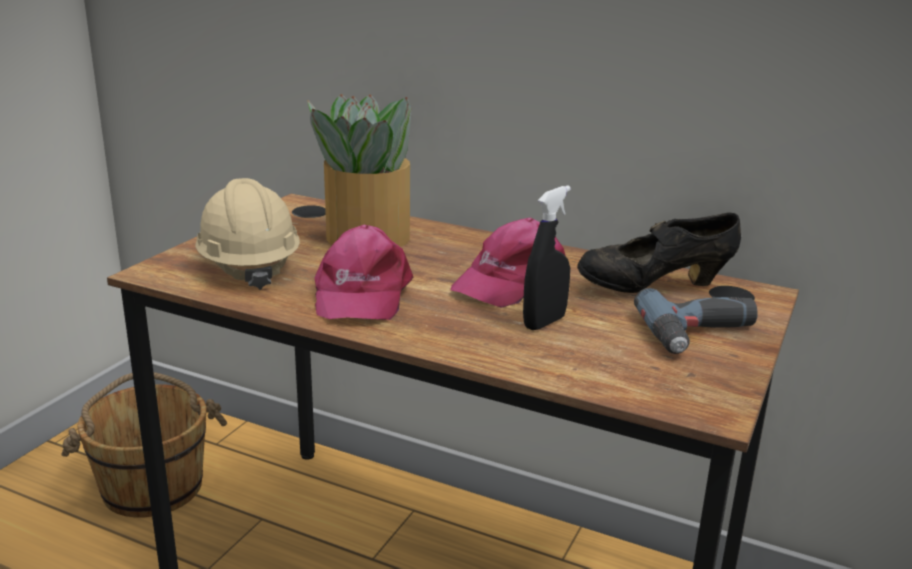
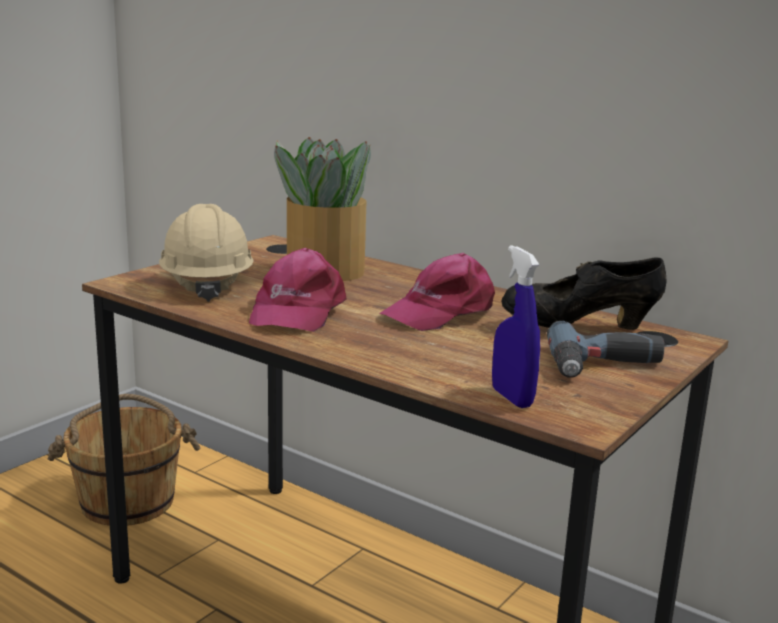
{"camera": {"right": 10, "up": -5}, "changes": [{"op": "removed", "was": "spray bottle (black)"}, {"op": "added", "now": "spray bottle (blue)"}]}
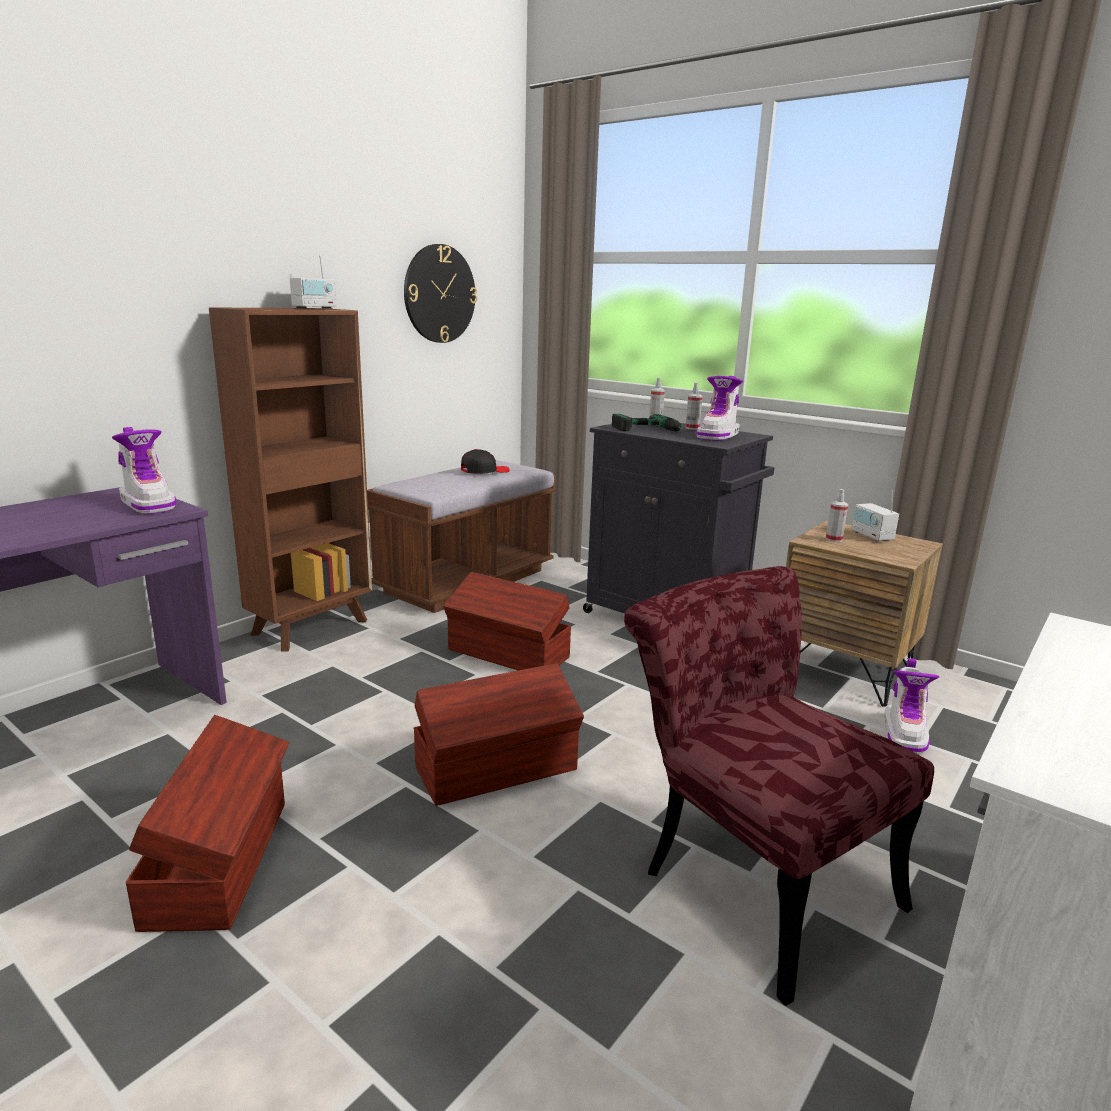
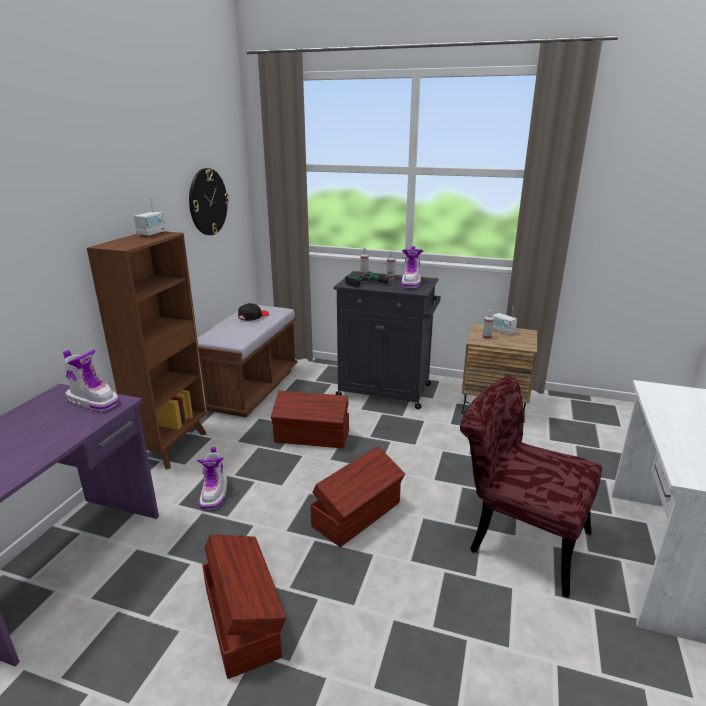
{"camera": {"right": -20, "up": 5}, "changes": [{"op": "moved", "was": "tall boot (3rd from left in the first image)", "now": "tall boot (2nd from left)"}]}
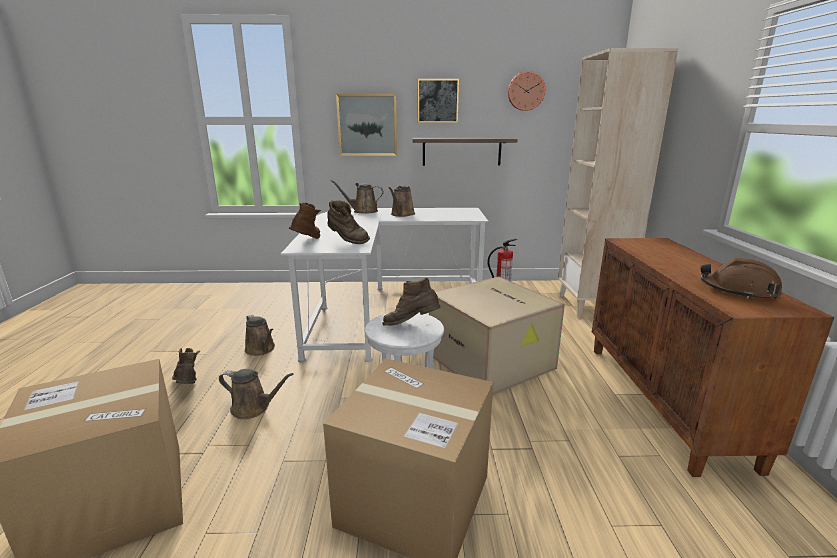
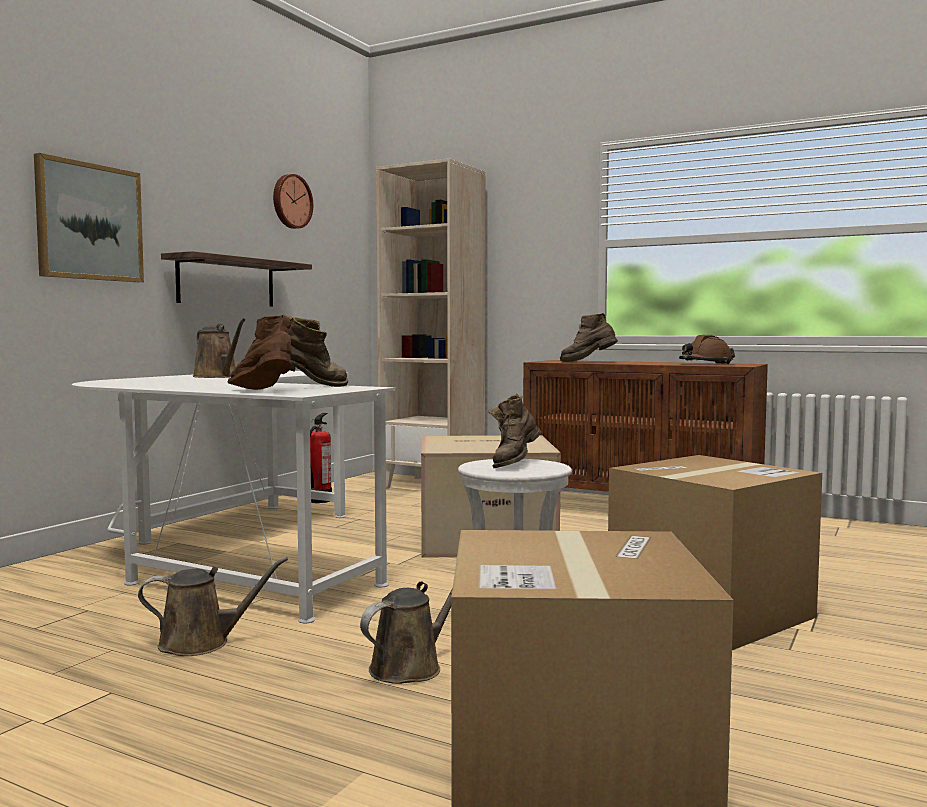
{"camera": {"right": -60, "up": -15}, "changes": [{"op": "removed", "was": "watering pot (brown) (3rd from left)"}, {"op": "removed", "was": "wall picture (2nd from left)"}, {"op": "moved", "was": "tall boot (brown) (1st from left in the first image)", "now": "tall boot (brown) (4th from left)"}]}
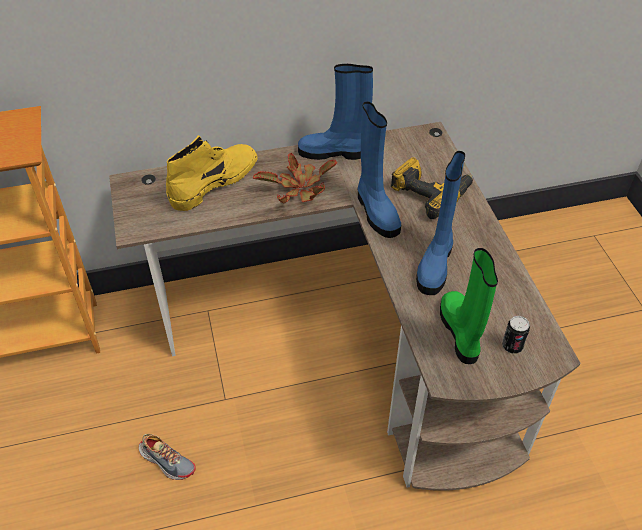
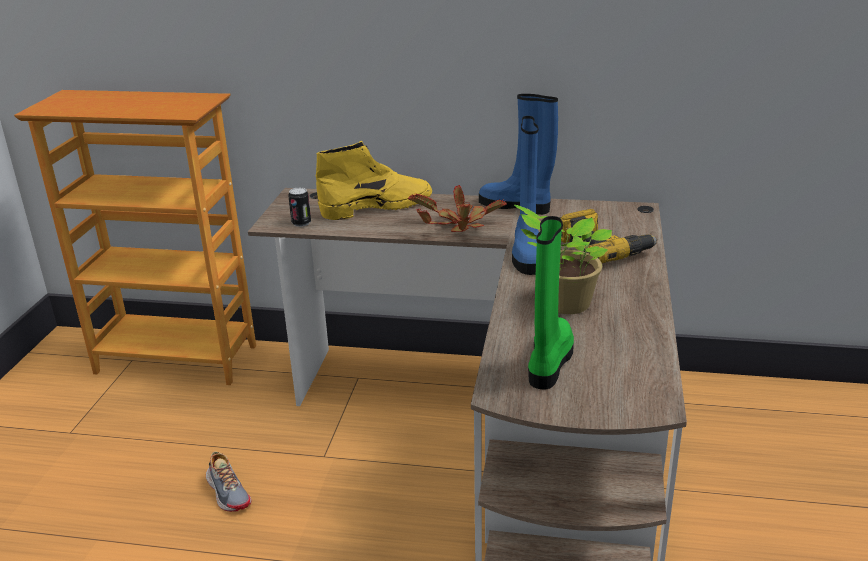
{"camera": {"right": 25, "up": -20}, "changes": [{"op": "moved", "was": "sealed can"}, {"op": "replaced", "was": "tall boot (blue) (3rd from left)", "now": "houseplant (2nd from left)"}]}
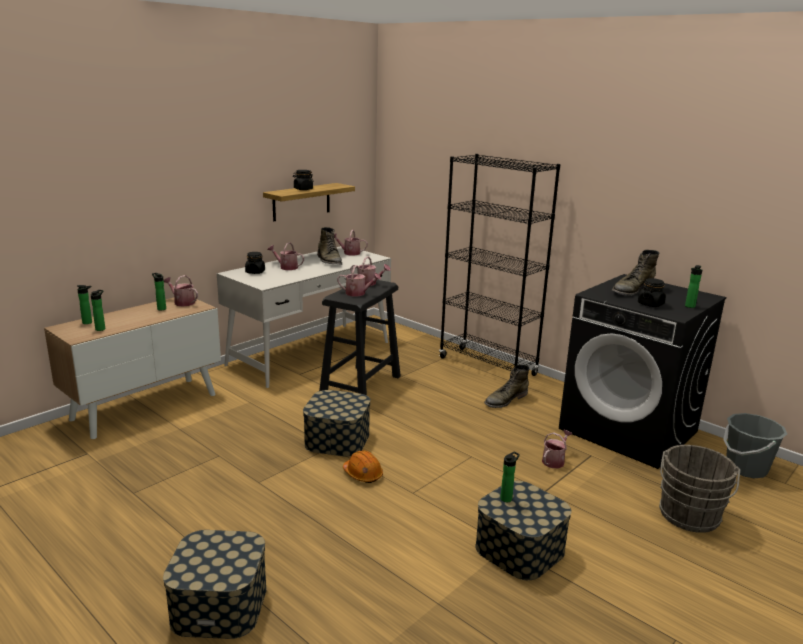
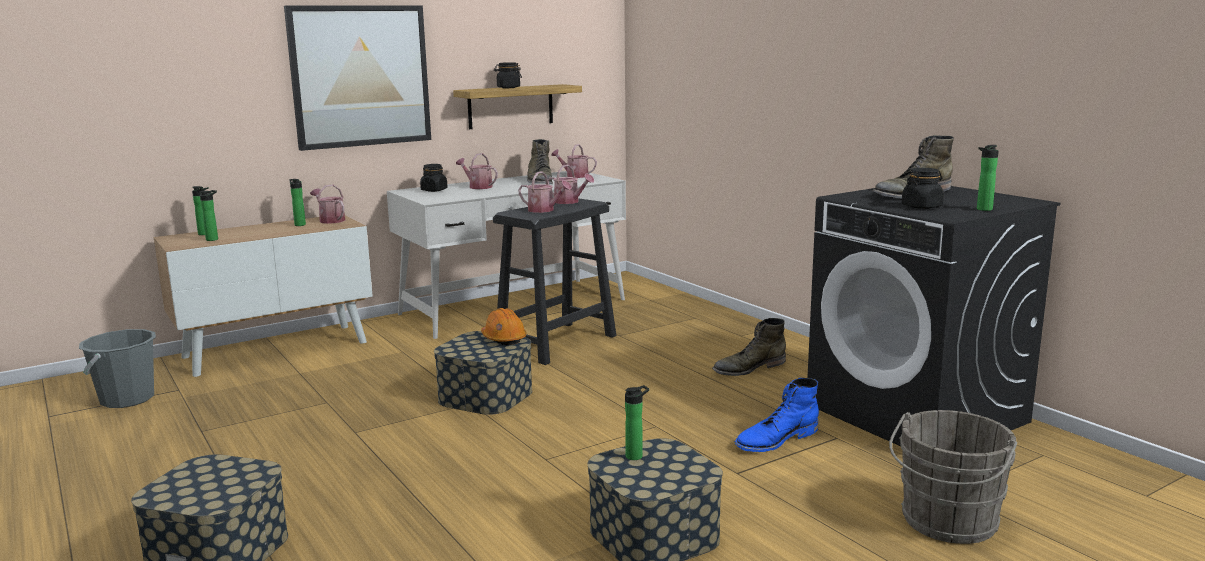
{"camera": {"right": 15, "up": -5}, "changes": [{"op": "removed", "was": "shelving unit (black)"}, {"op": "added", "now": "wall picture"}, {"op": "moved", "was": "hard hat (orangey)"}, {"op": "moved", "was": "pail (gray) (2nd from left in the first image)", "now": "pail (gray) (1st from left)"}, {"op": "replaced", "was": "watering pot (6th from left)", "now": "tall boot (blue)"}]}
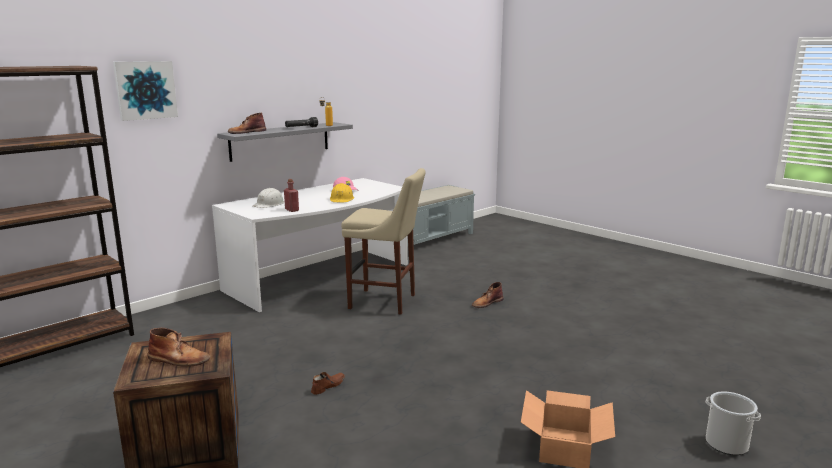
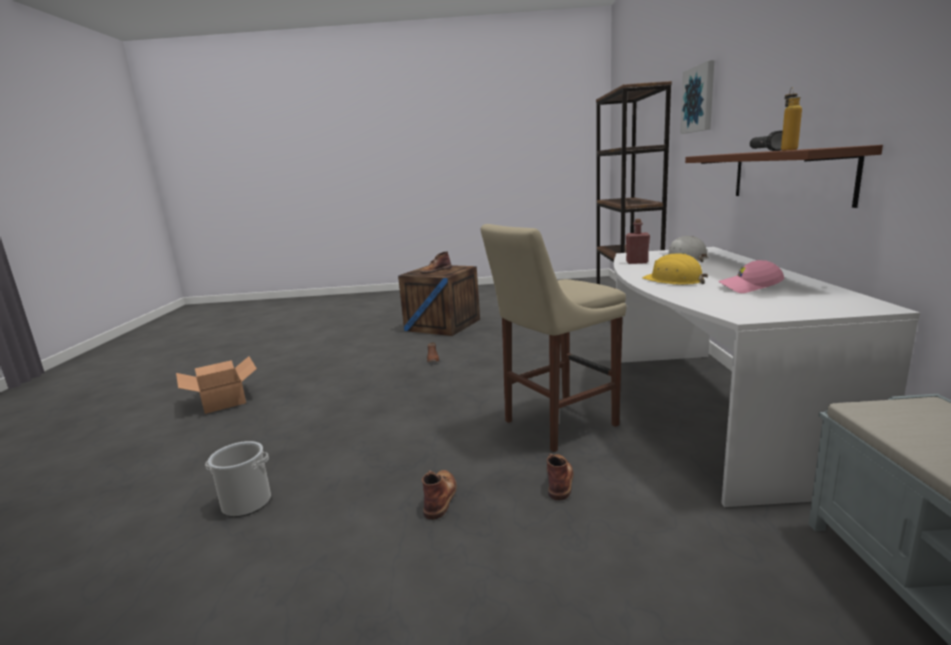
{"camera": {"right": 135, "up": 0}, "changes": [{"op": "moved", "was": "tall boot (brown) (2nd from left in the first image)", "now": "tall boot (brown) (3rd from left)"}, {"op": "moved", "was": "pail"}, {"op": "recoloured", "was": "shelf (gray)", "now": "shelf (brown)"}]}
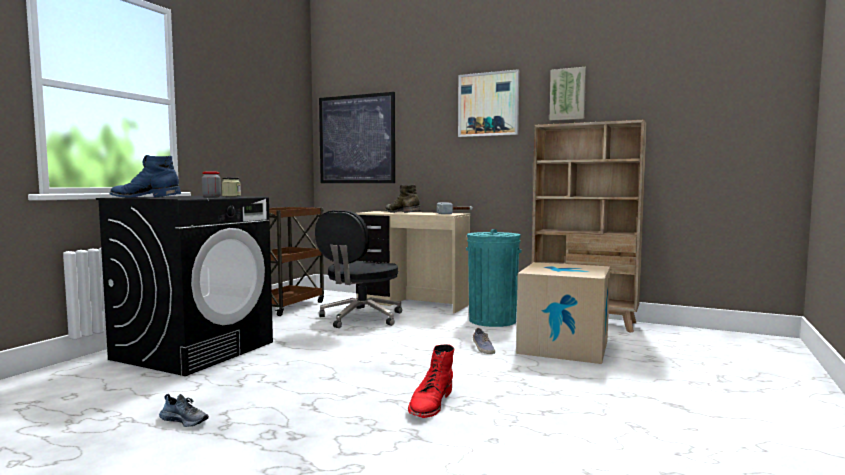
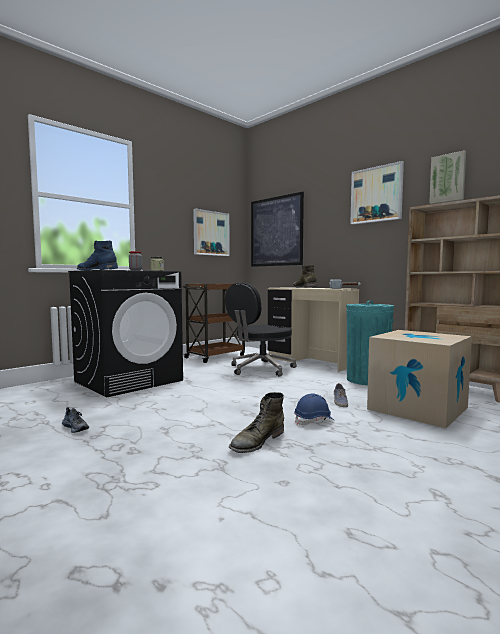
{"camera": {"right": 20, "up": 0}, "changes": [{"op": "added", "now": "wall picture (1st from left)"}, {"op": "added", "now": "hard hat (blue)"}, {"op": "recoloured", "was": "tall boot (red-coloured)", "now": "tall boot (green) (1st from left)"}]}
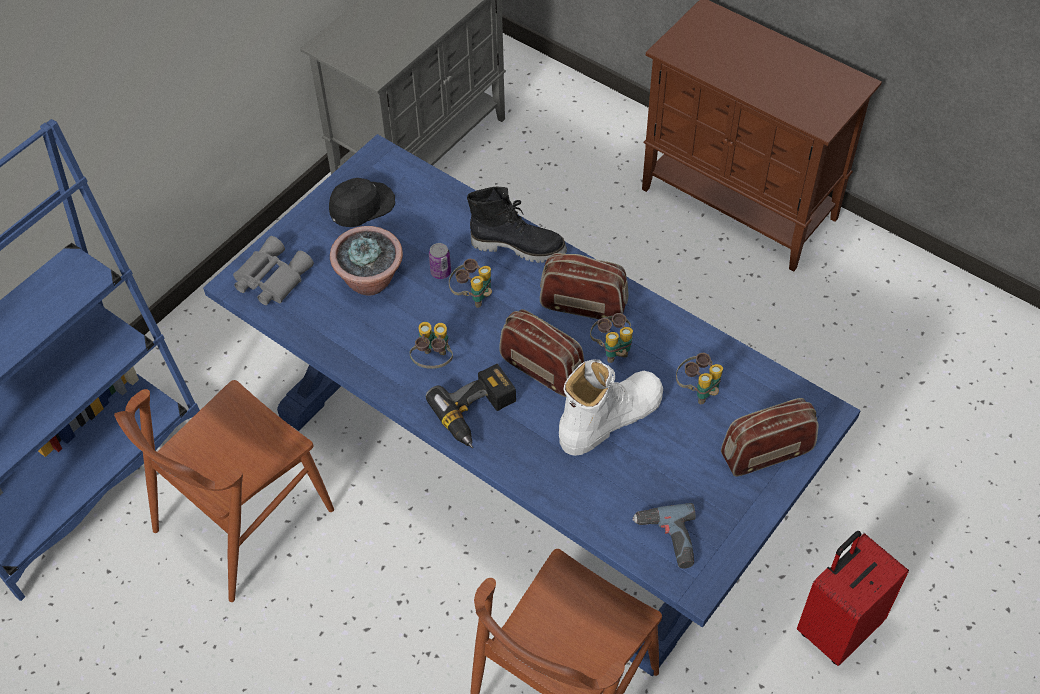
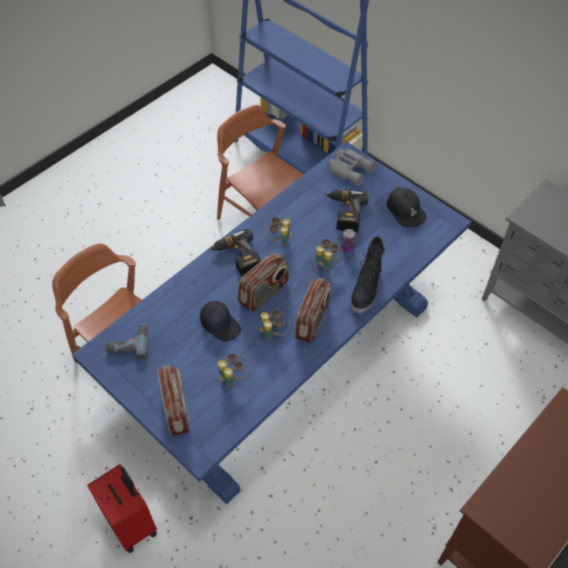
{"camera": {"right": 95, "up": 0}, "changes": [{"op": "replaced", "was": "houseplant", "now": "power drill (3rd from left)"}, {"op": "replaced", "was": "tall boot (white-coloured)", "now": "baseball cap (black) (1st from left)"}]}
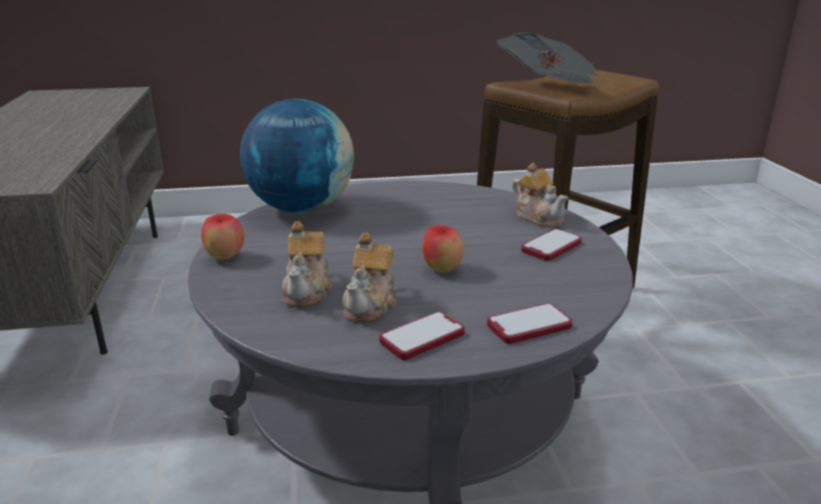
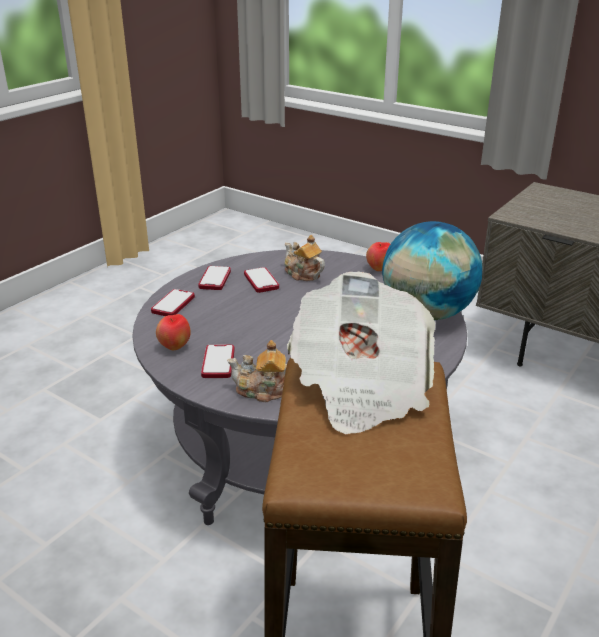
{"camera": {"right": 135, "up": 5}, "changes": [{"op": "moved", "was": "whole apple (2nd from left in the first image)", "now": "whole apple (1st from left)"}, {"op": "replaced", "was": "tea pot (2nd from left)", "now": "phone (4th from left)"}]}
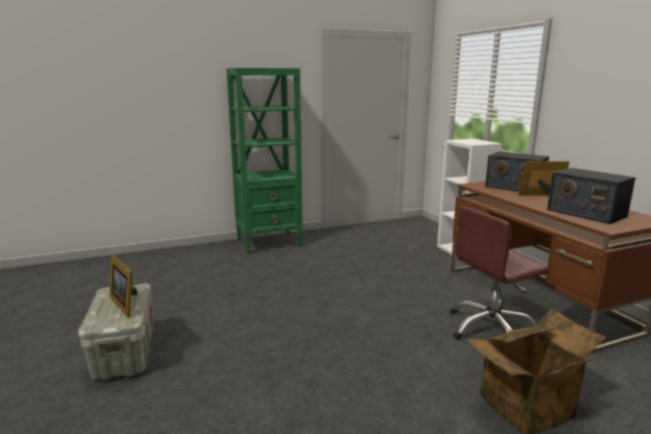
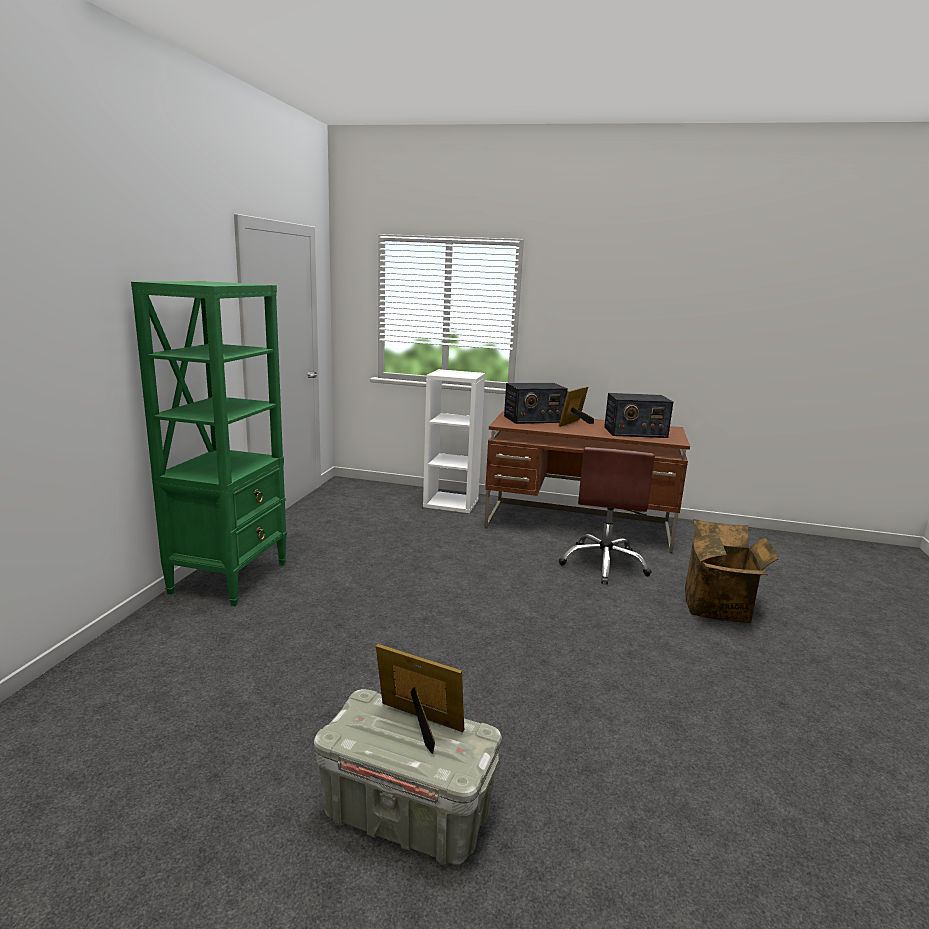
{"camera": {"right": -55, "up": 0}, "changes": [{"op": "turned", "was": "picture frame (1st from left)", "clockwise": -150}]}
